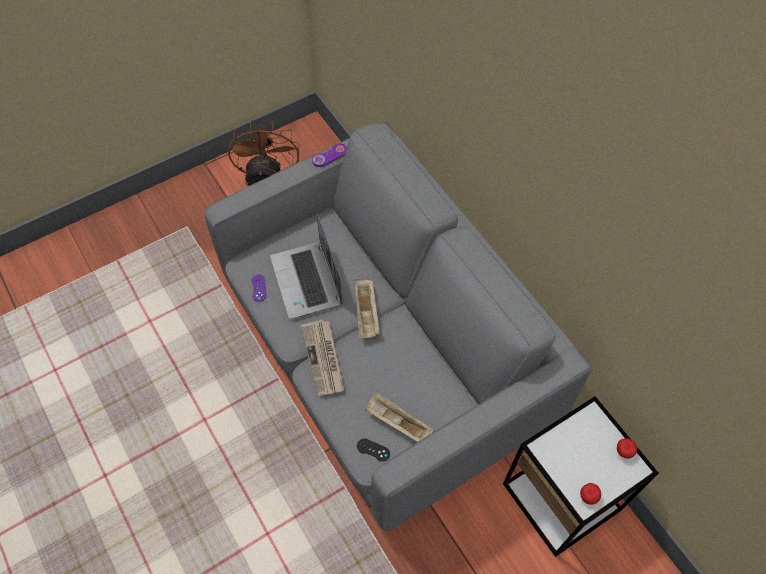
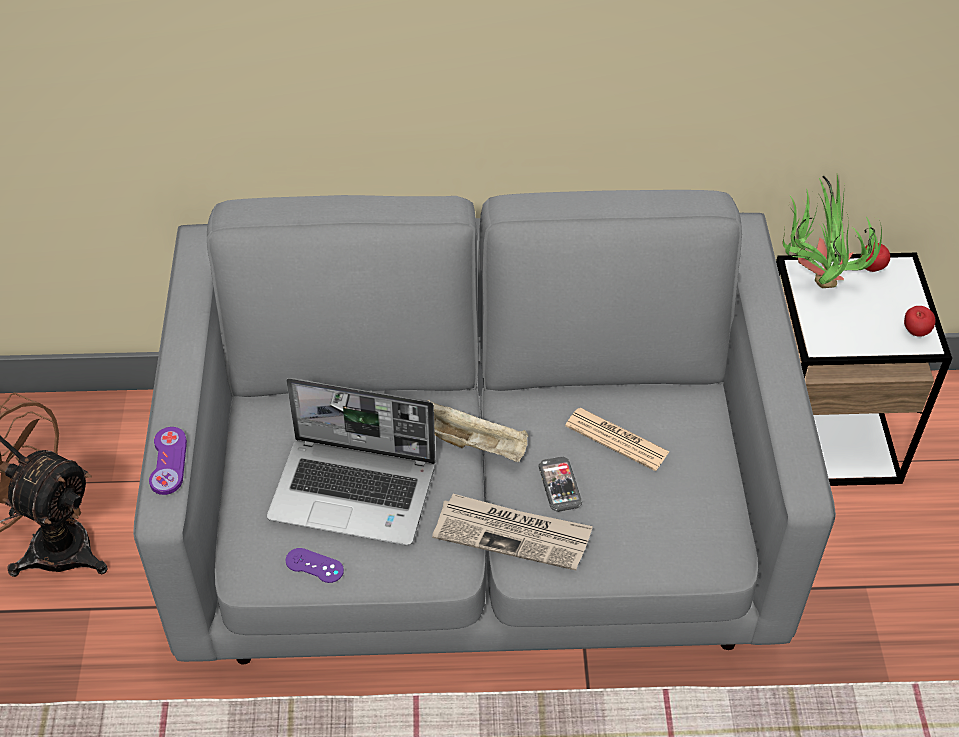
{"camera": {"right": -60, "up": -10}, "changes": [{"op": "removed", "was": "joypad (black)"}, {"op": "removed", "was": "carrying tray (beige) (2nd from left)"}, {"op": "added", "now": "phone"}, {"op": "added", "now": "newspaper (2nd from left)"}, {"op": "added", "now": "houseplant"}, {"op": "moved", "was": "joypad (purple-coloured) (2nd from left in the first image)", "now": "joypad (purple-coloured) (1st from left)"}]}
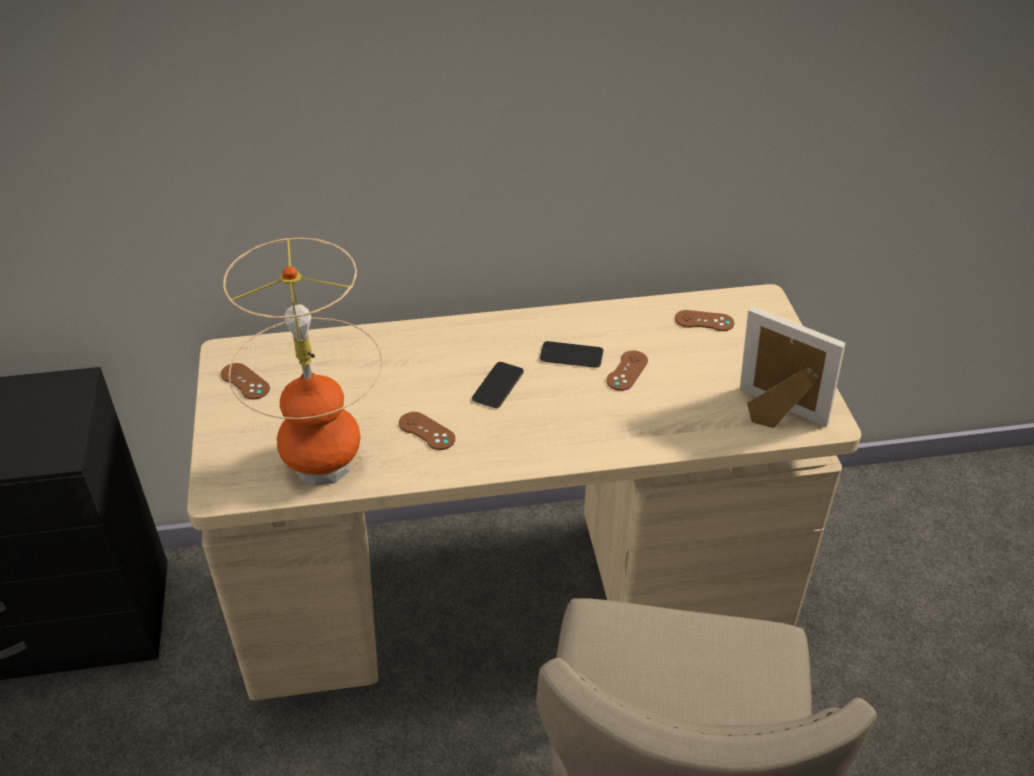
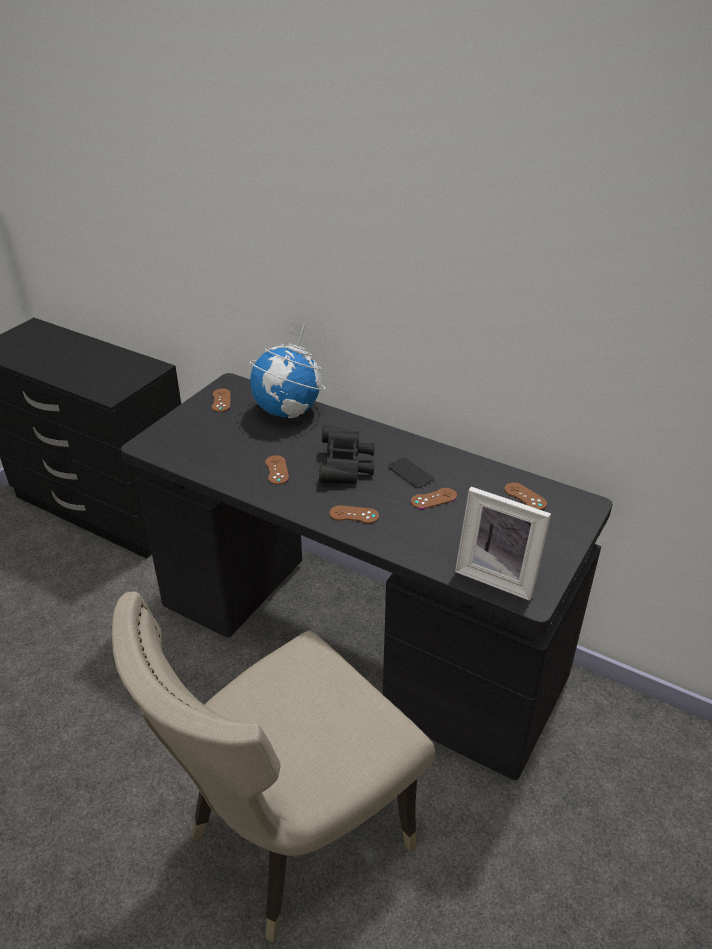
{"camera": {"right": 40, "up": -5}, "changes": [{"op": "removed", "was": "table lamp"}, {"op": "added", "now": "globe"}, {"op": "added", "now": "joypad (brown) (3rd from left)"}, {"op": "replaced", "was": "phone (1st from left)", "now": "pair of binoculars (black)"}, {"op": "recoloured", "was": "desk table (beige)", "now": "desk table (black)"}, {"op": "turned", "was": "picture frame", "clockwise": 135}]}
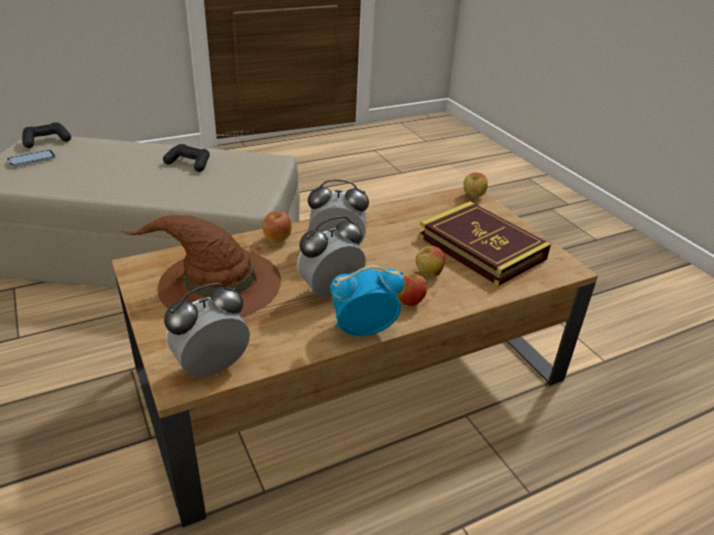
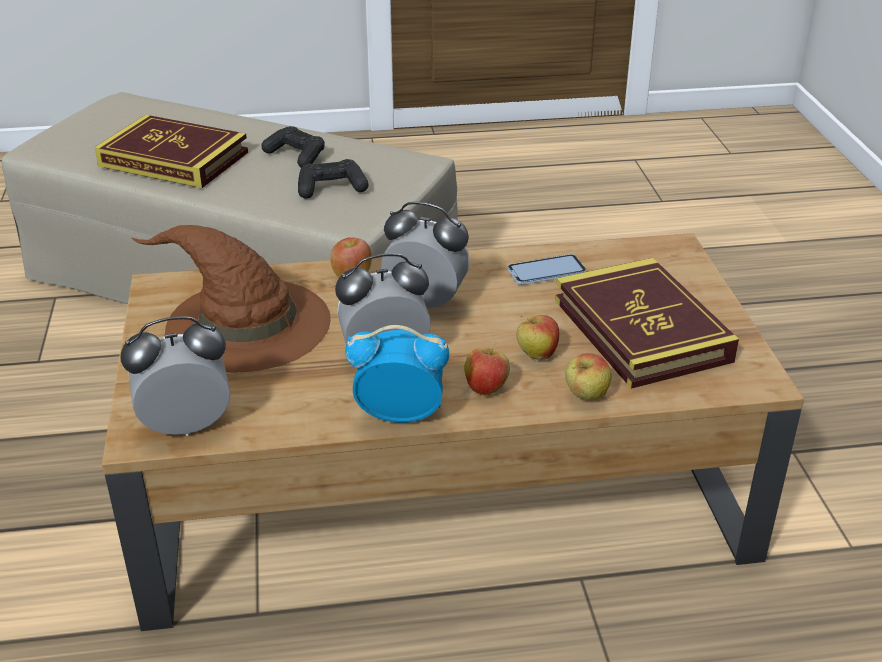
{"camera": {"right": 20, "up": 0}, "changes": [{"op": "added", "now": "bound book (1st from left)"}, {"op": "moved", "was": "phone"}, {"op": "moved", "was": "joypad (black) (1st from left in the first image)", "now": "joypad (black) (2nd from left)"}, {"op": "moved", "was": "whole apple (4th from left)"}]}
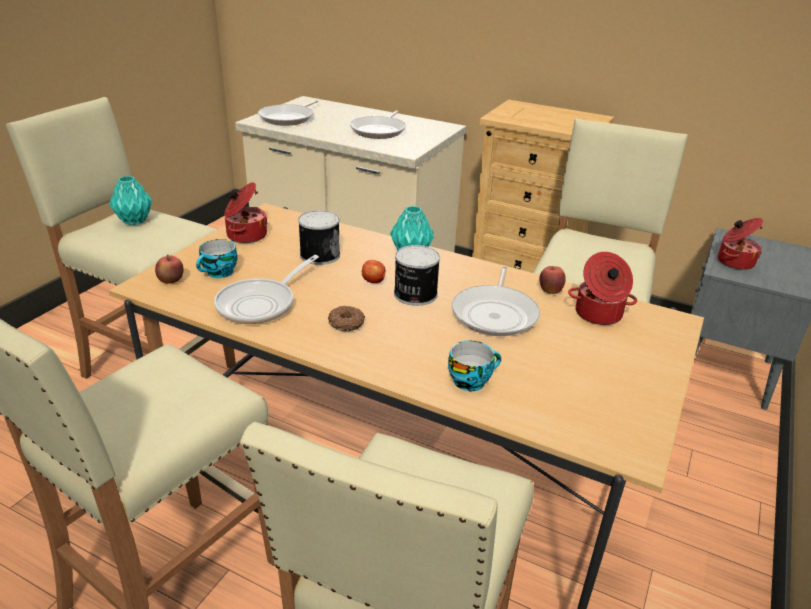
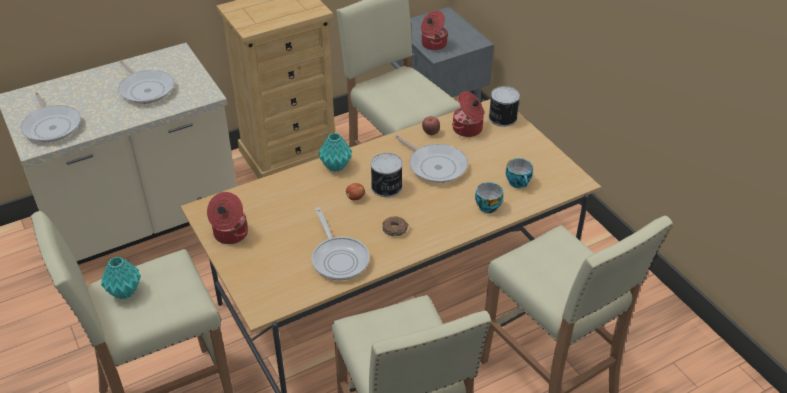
{"camera": {"right": -55, "up": 10}, "changes": [{"op": "removed", "was": "whole apple (1st from left)"}, {"op": "moved", "was": "cup (1st from left in the first image)", "now": "cup (2nd from left)"}, {"op": "moved", "was": "sealed can (1st from left in the first image)", "now": "sealed can (2nd from left)"}]}
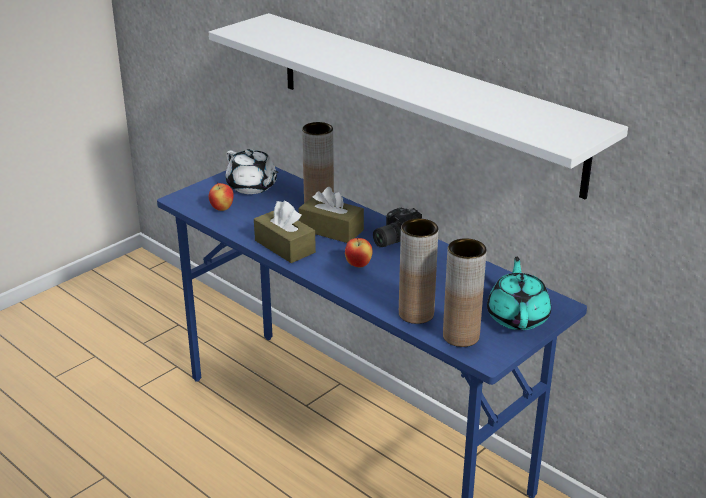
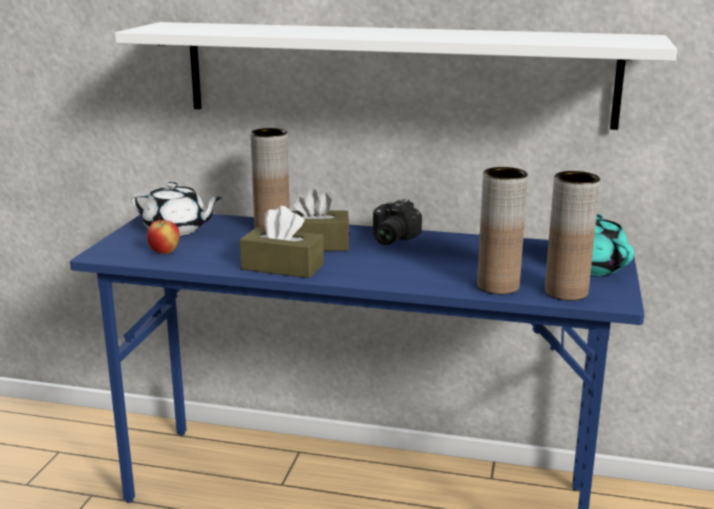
{"camera": {"right": -30, "up": -10}, "changes": [{"op": "removed", "was": "whole apple (2nd from left)"}]}
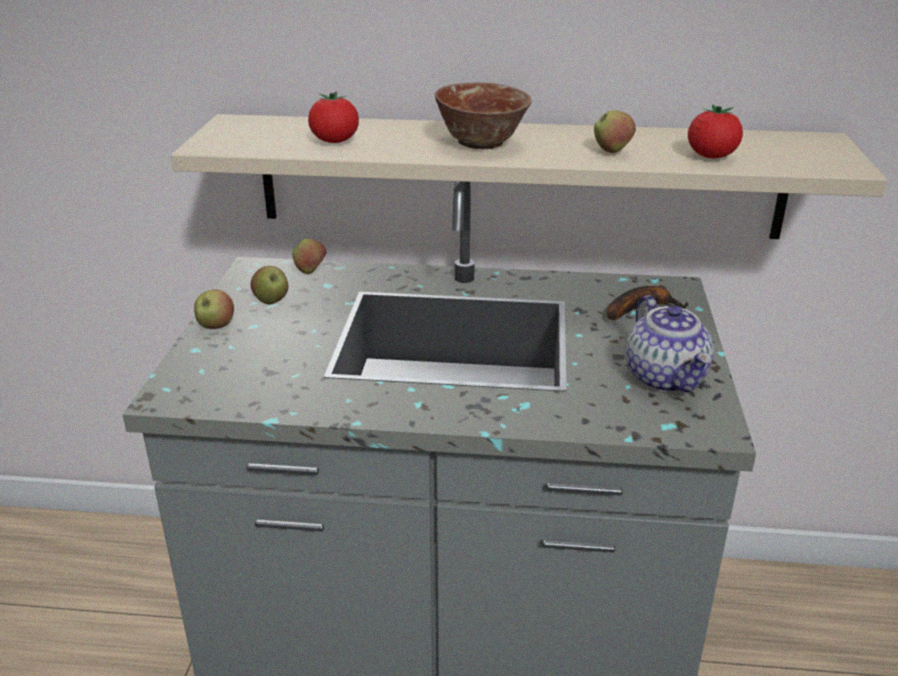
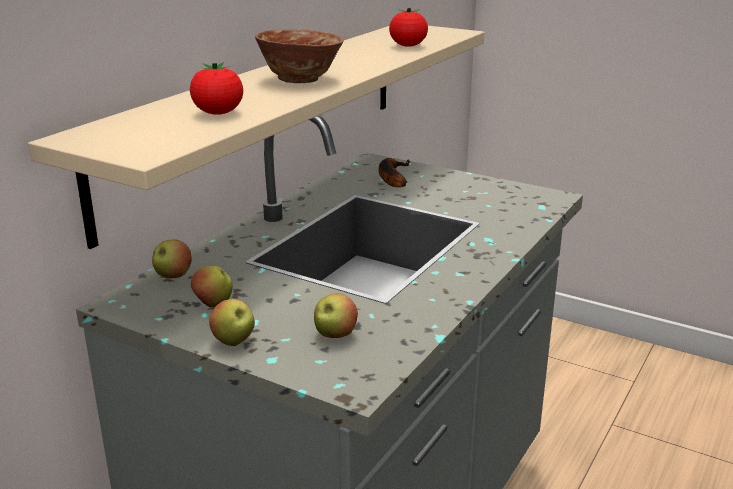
{"camera": {"right": -65, "up": -5}, "changes": [{"op": "removed", "was": "tea pot"}, {"op": "moved", "was": "whole apple (4th from left)"}]}
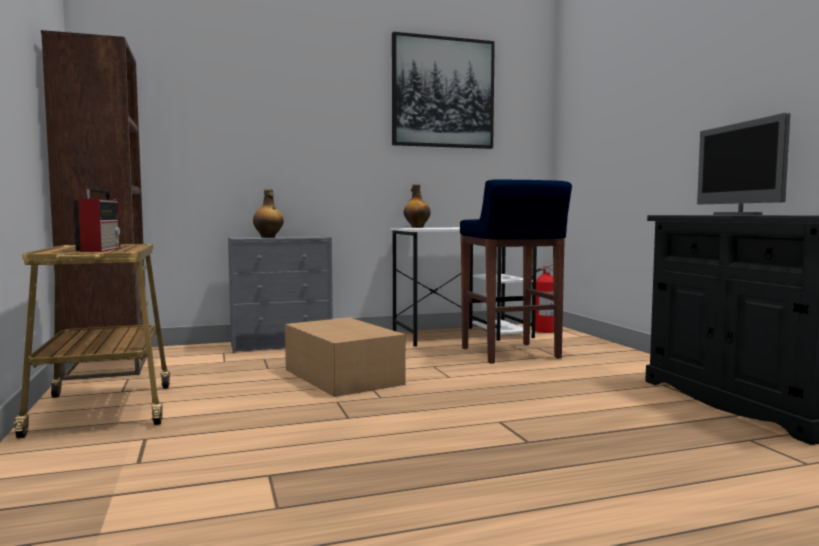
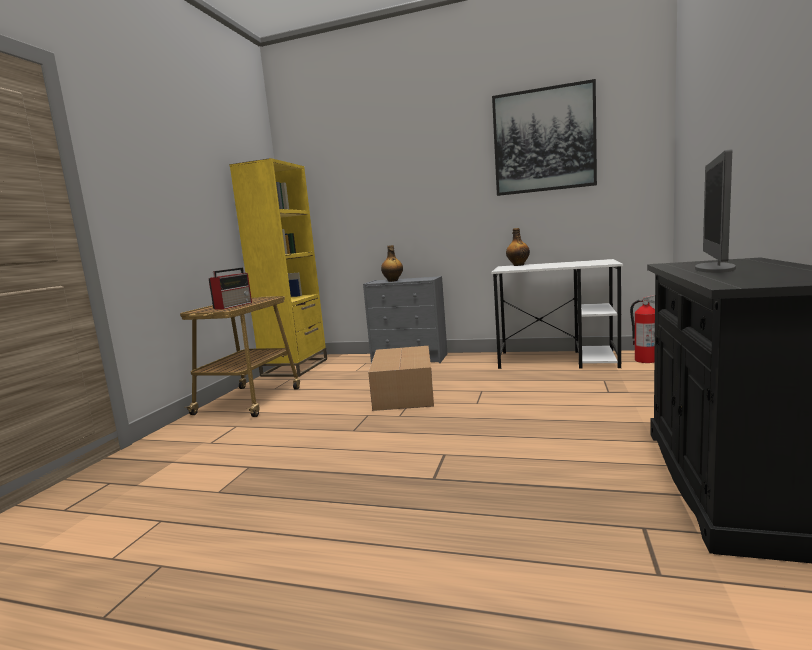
{"camera": {"right": 35, "up": 5}, "changes": [{"op": "removed", "was": "sitting stool (blue)"}, {"op": "recoloured", "was": "shelving unit (brown)", "now": "shelving unit (yellowish)"}]}
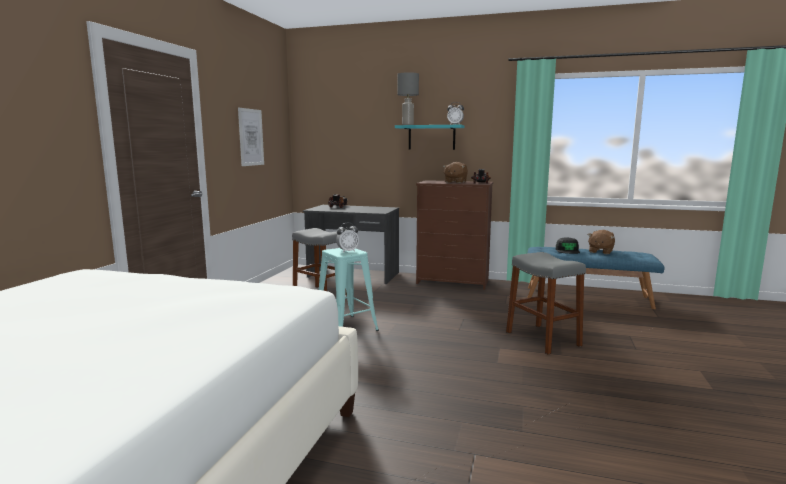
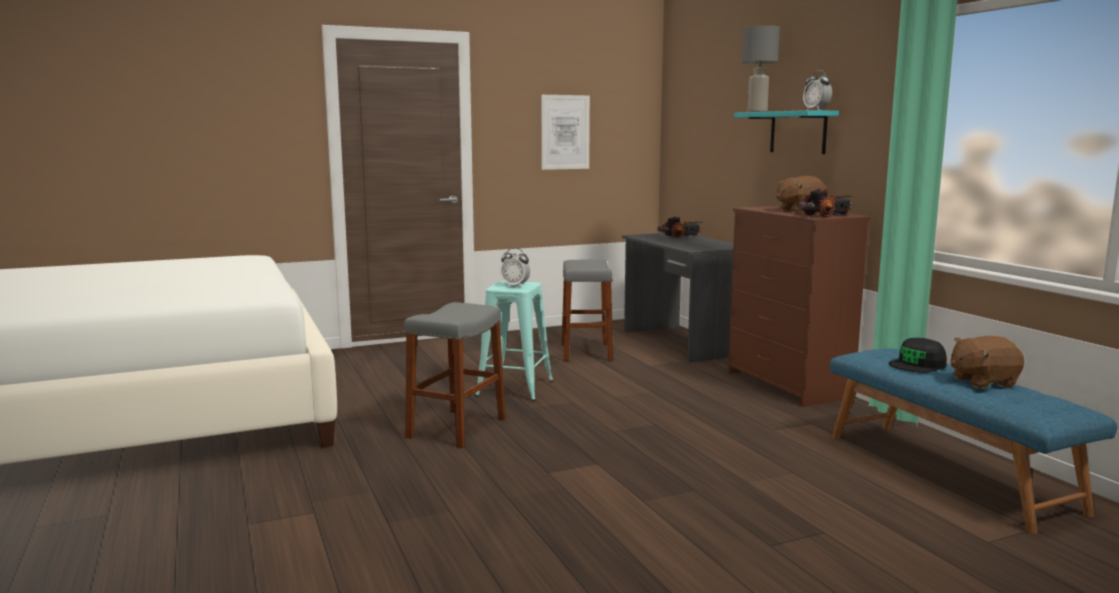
{"camera": {"right": 50, "up": 0}, "changes": [{"op": "moved", "was": "sitting stool (gray) (2nd from left in the first image)", "now": "sitting stool (gray) (1st from left)"}]}
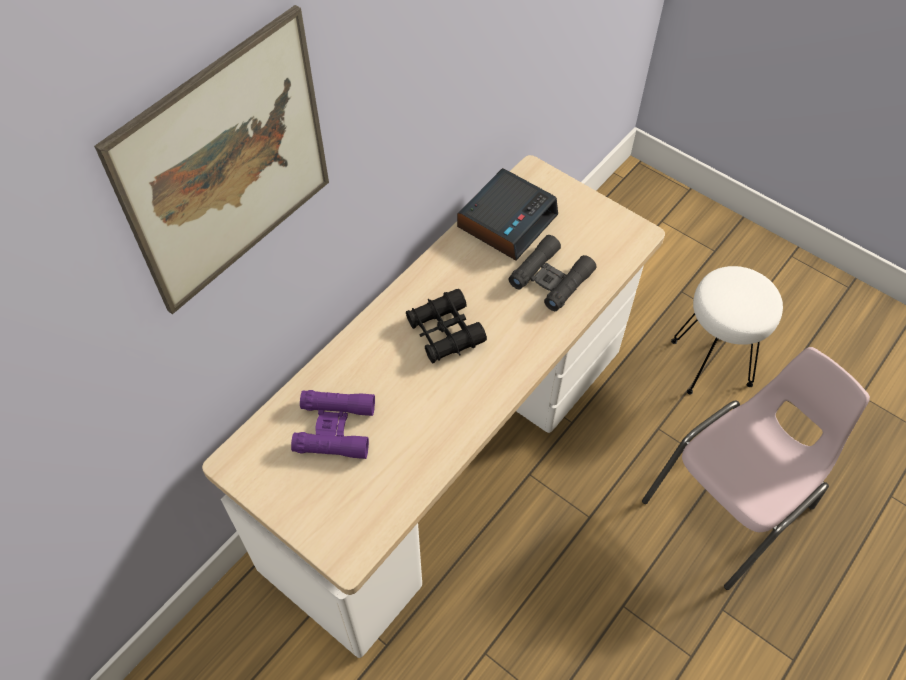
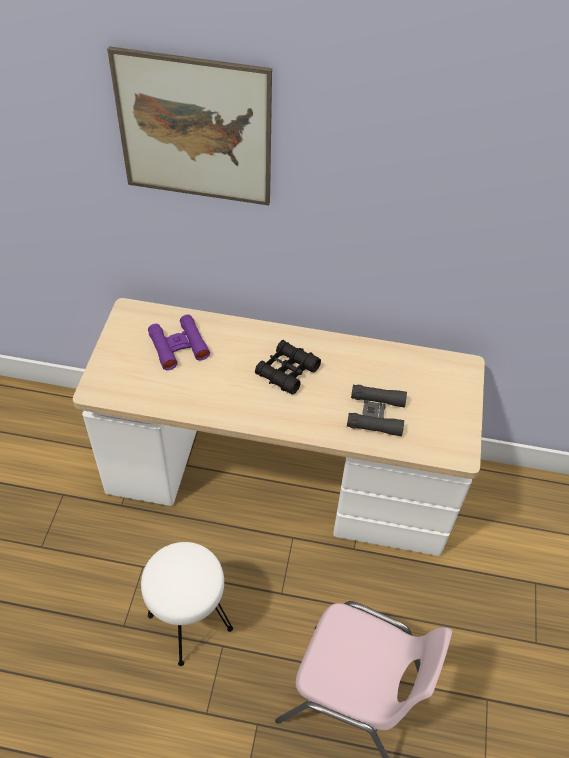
{"camera": {"right": 60, "up": -5}, "changes": [{"op": "removed", "was": "bedside clock"}, {"op": "moved", "was": "sitting stool (white-coloured)"}]}
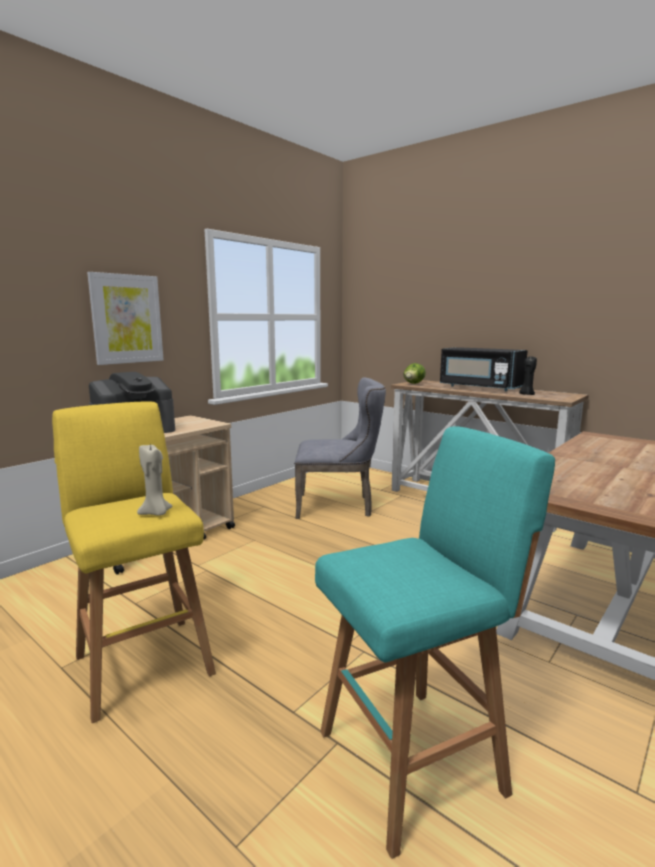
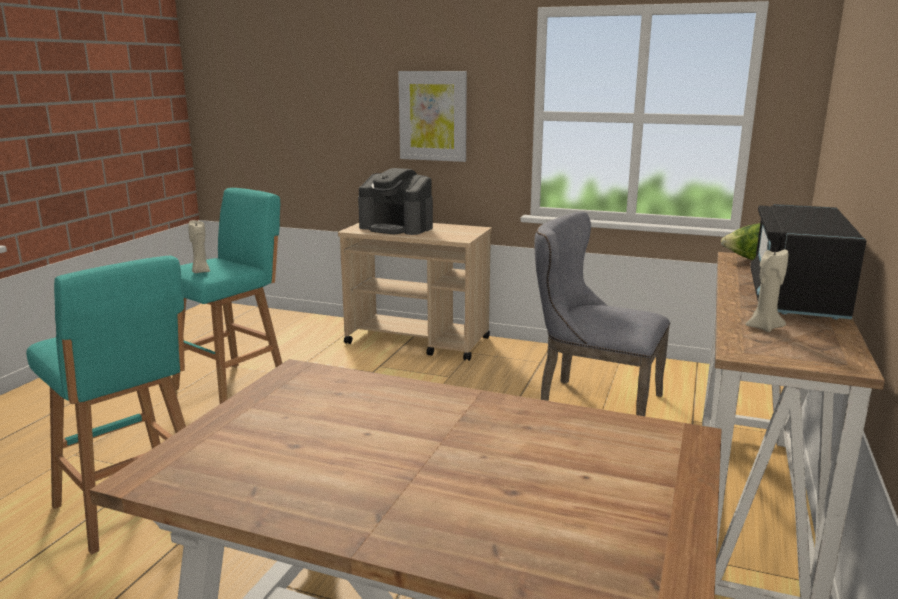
{"camera": {"right": 70, "up": 5}, "changes": [{"op": "recoloured", "was": "sitting stool (yellowish)", "now": "sitting stool (blue-green) (2nd from left)"}, {"op": "recoloured", "was": "wax candle (black)", "now": "wax candle (beige) (2nd from left)"}, {"op": "turned", "was": "plain chair (gray)", "clockwise": 135}]}
